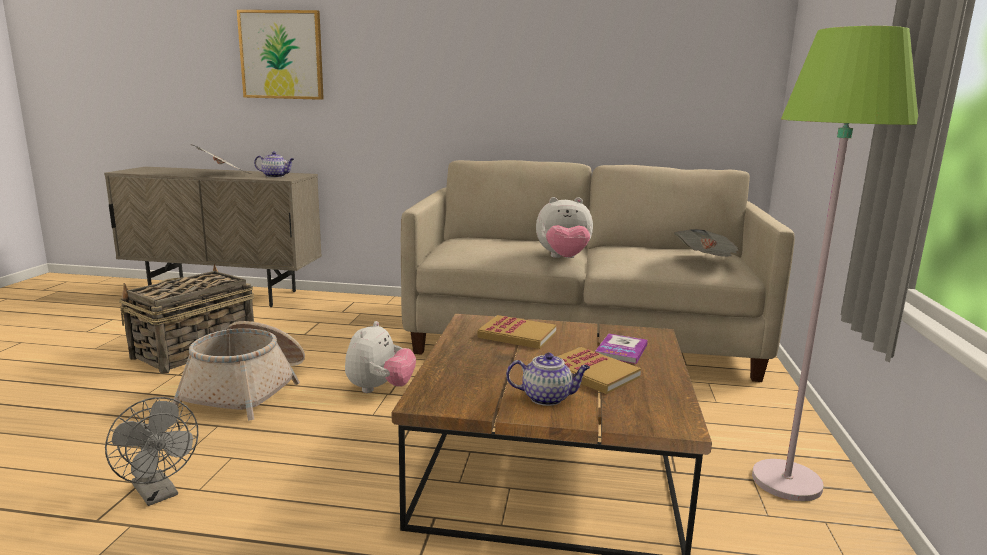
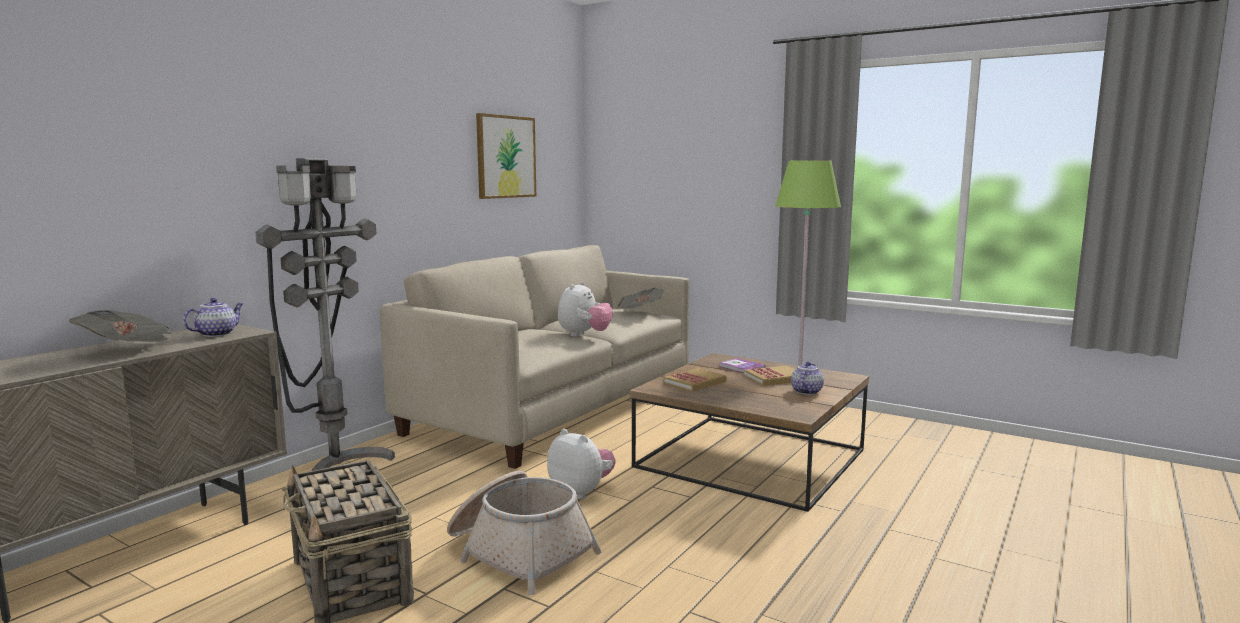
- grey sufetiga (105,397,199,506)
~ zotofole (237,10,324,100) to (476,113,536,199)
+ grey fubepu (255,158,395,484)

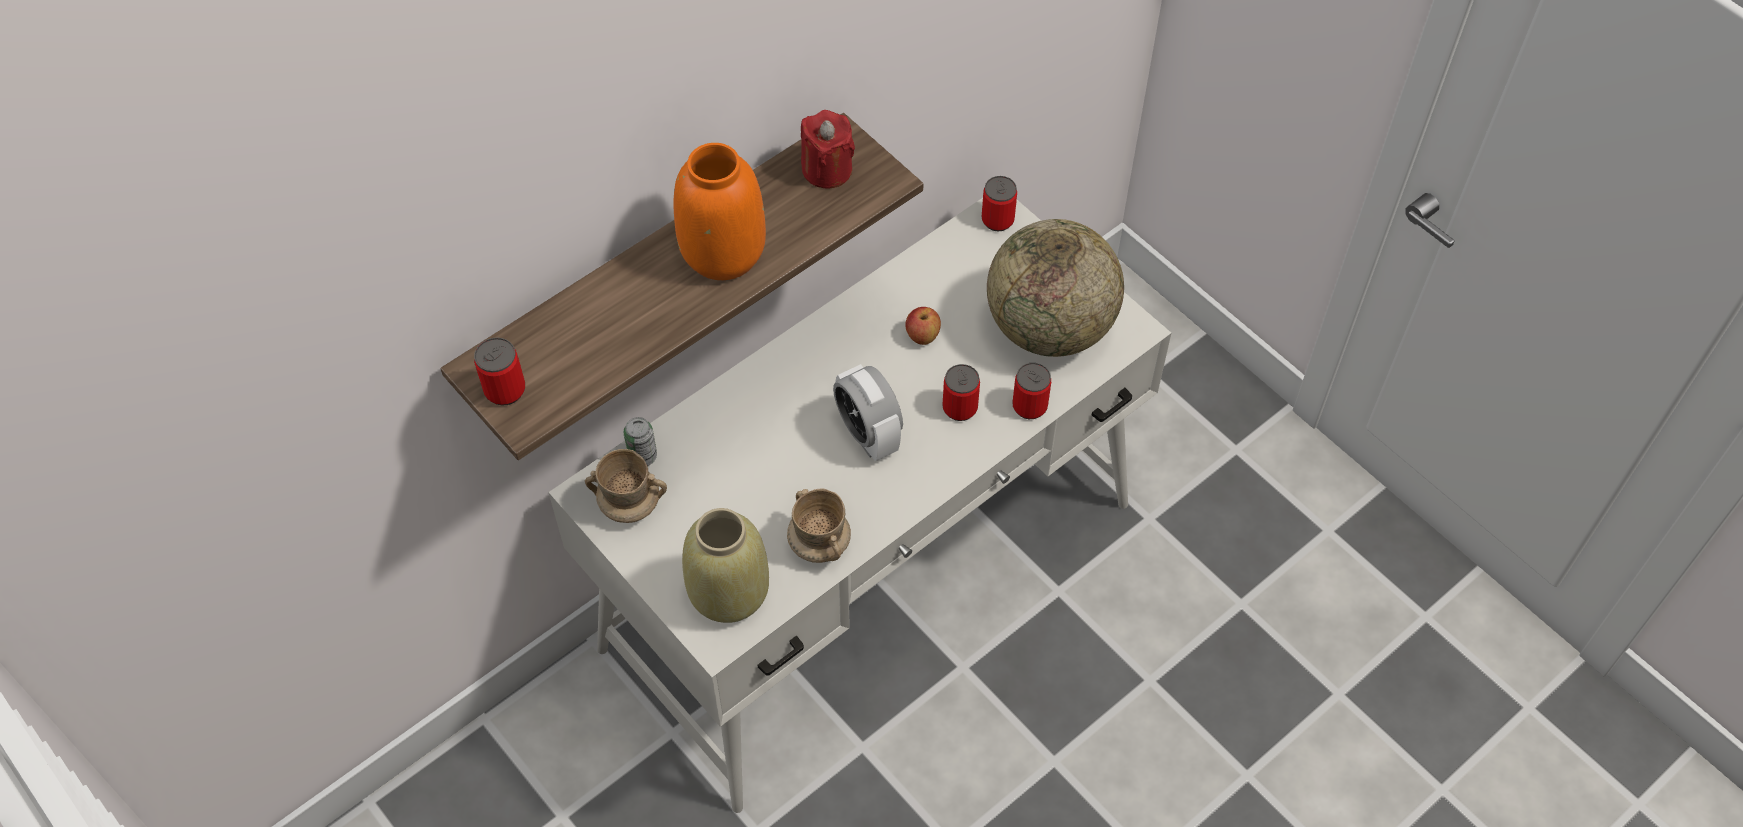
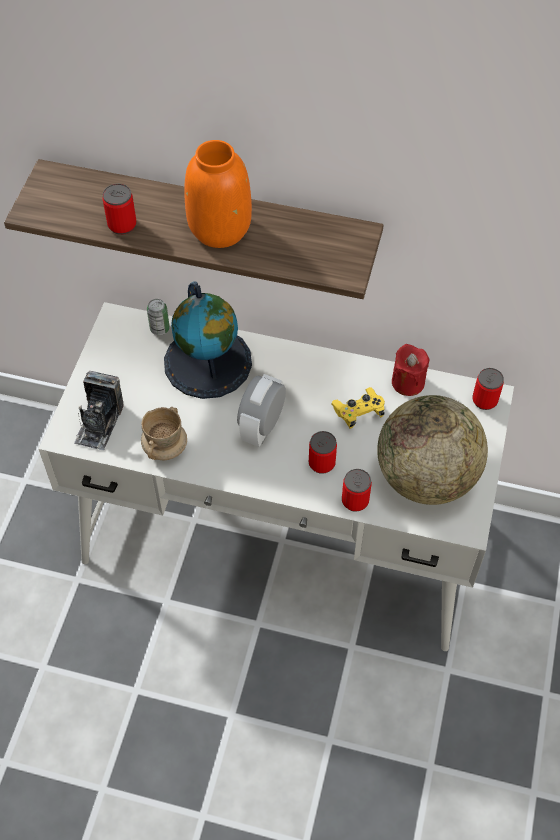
~ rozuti (474,338,525,405) to (102,184,137,235)
- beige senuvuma (585,449,667,523)
~ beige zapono (682,508,769,623) to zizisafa (74,371,124,450)
~ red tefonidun (801,110,855,188) to (392,344,429,396)
~ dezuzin (905,307,941,345) to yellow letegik (331,387,385,429)
+ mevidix (164,281,252,399)

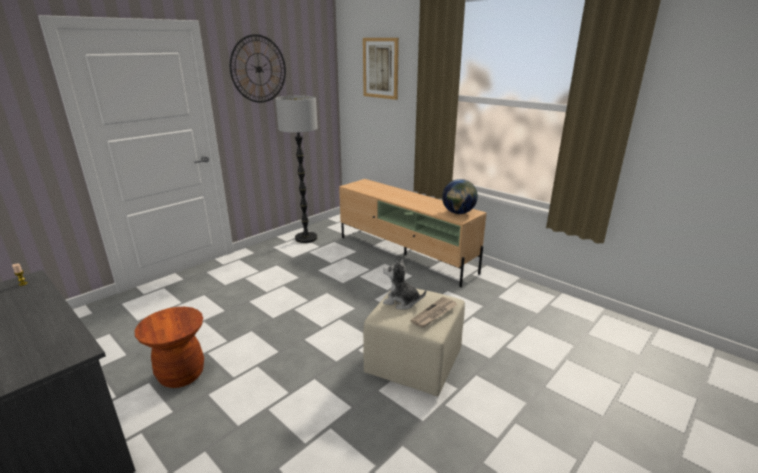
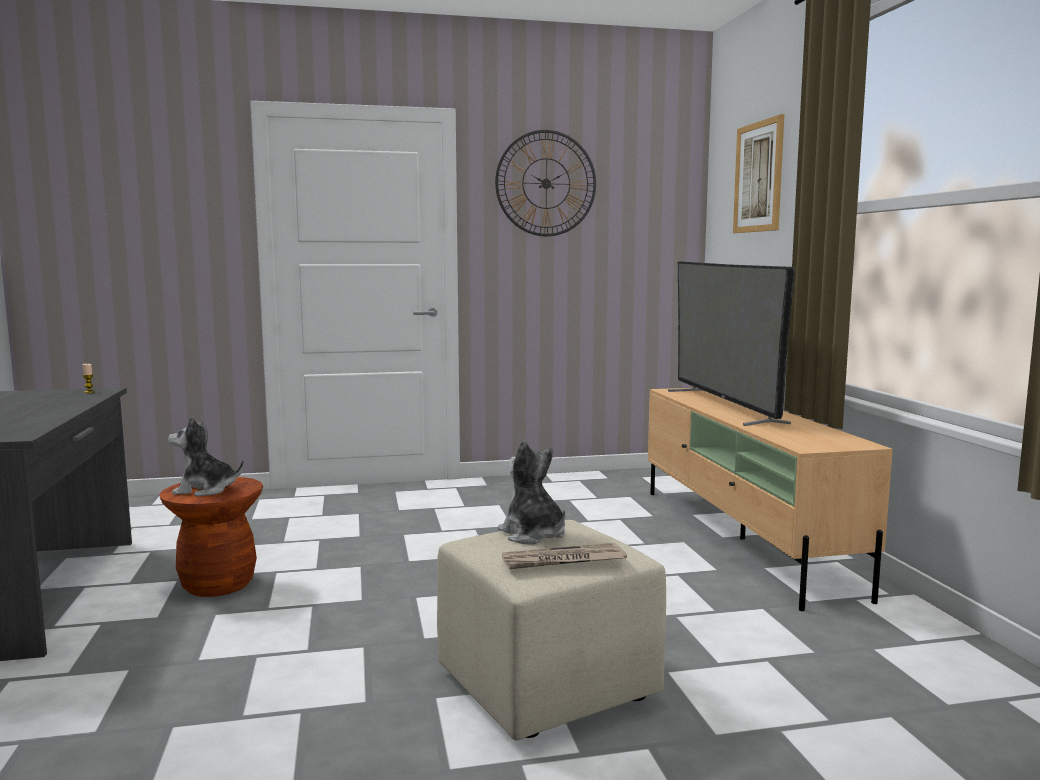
- fubepu (275,96,318,243)
- mevidix (442,179,478,214)
+ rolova (168,416,244,497)
+ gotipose (668,262,795,426)

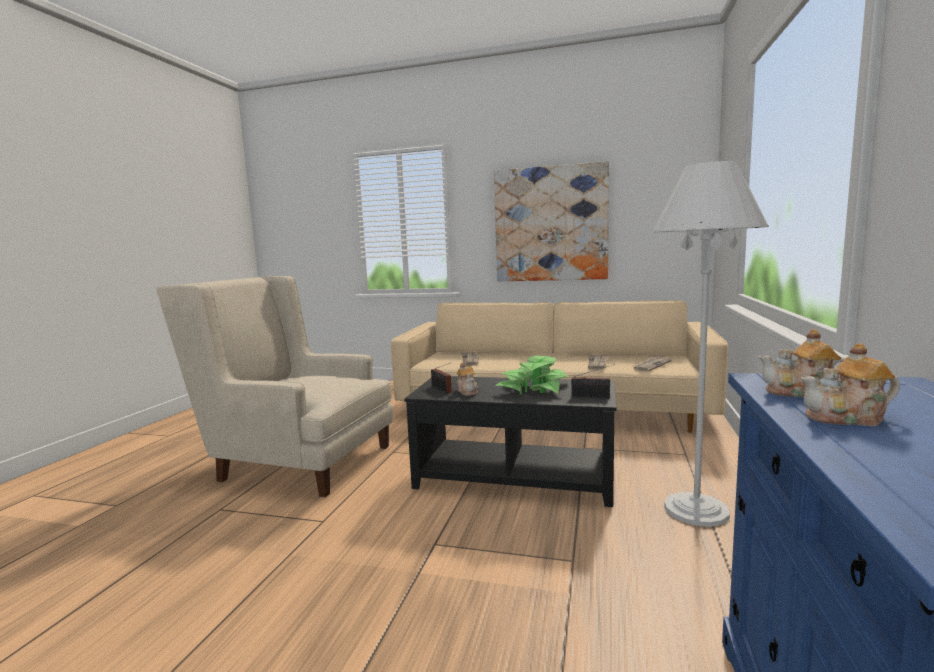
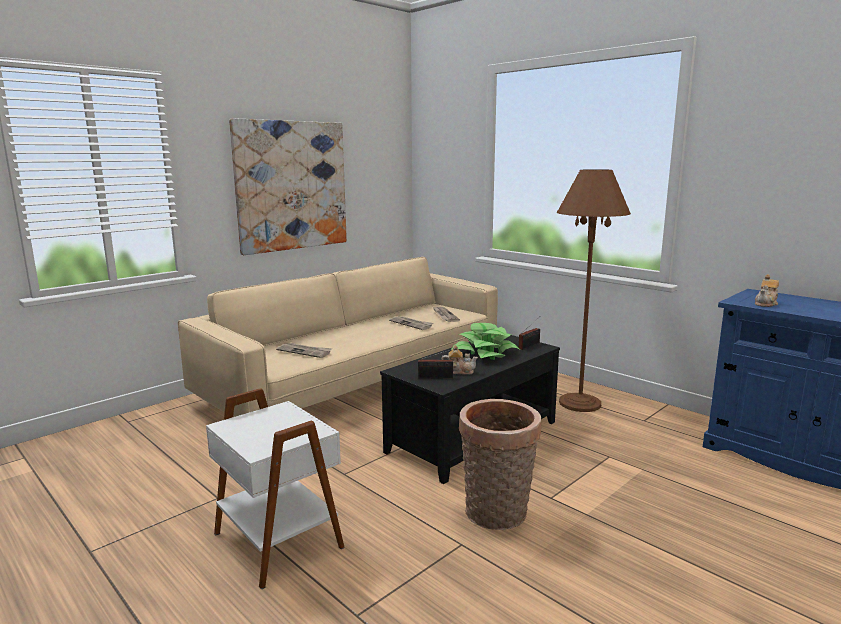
~ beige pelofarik (157,276,393,497) to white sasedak (206,388,345,589)
~ white fubepu (652,161,769,527) to brown fubepu (557,169,631,412)
- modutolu (801,343,900,426)
+ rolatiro (459,399,541,530)

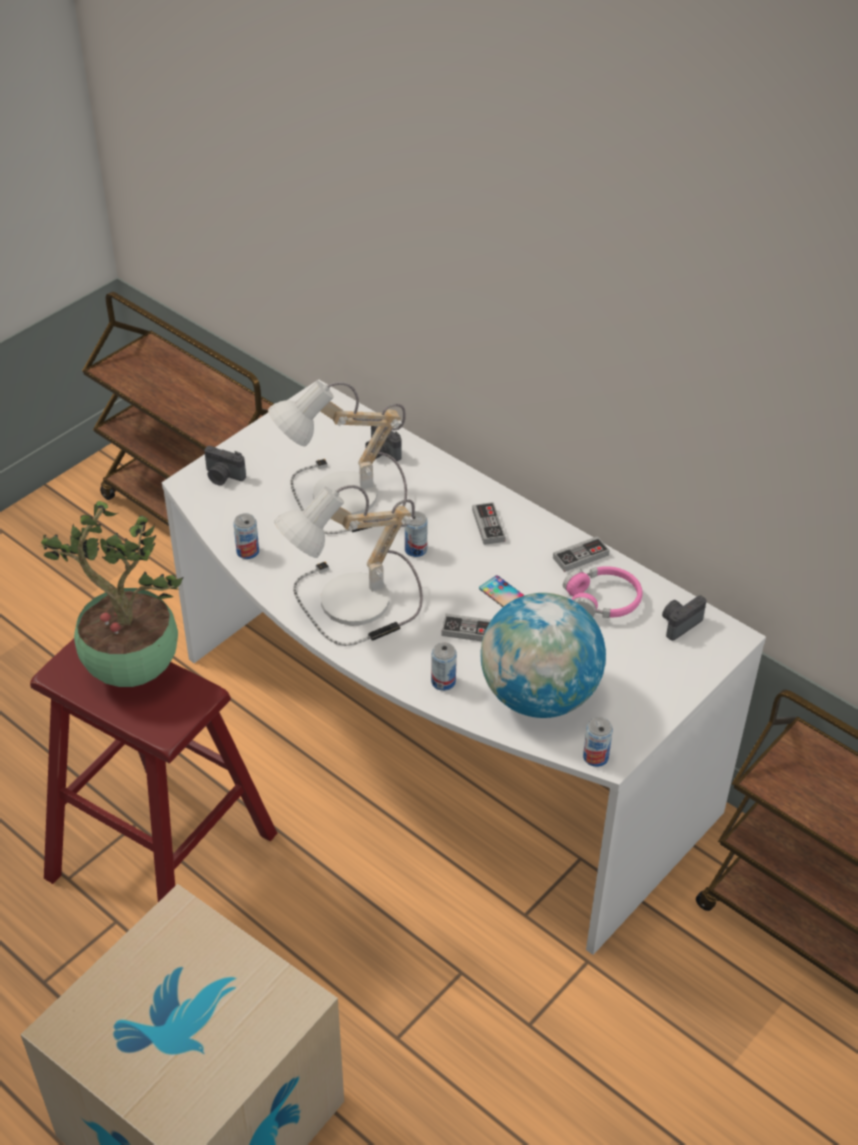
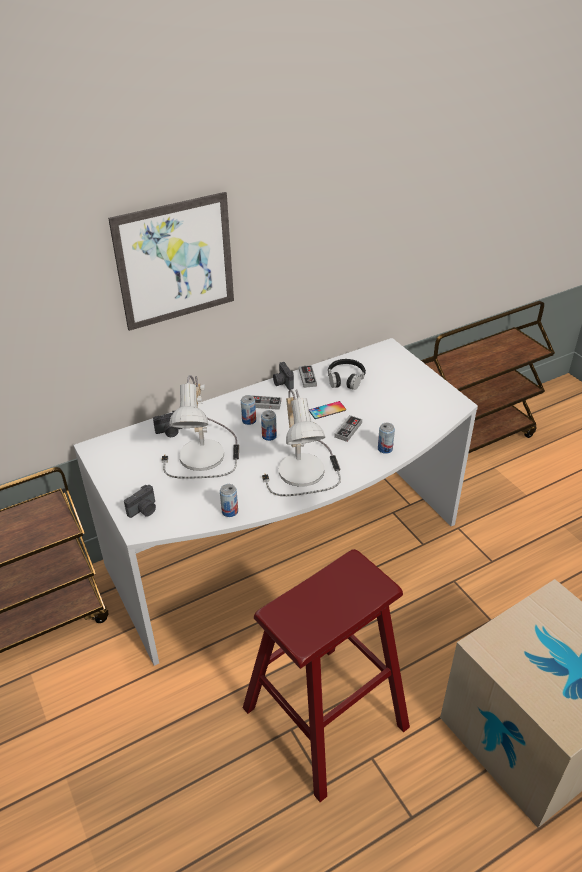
- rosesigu (41,501,184,687)
- mevidix (480,593,606,718)
~ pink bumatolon (563,566,643,618) to black bumatolon (328,359,366,390)
~ rozuti (583,717,613,767) to (241,395,256,425)
~ zizisafa (662,595,707,641) to (273,362,294,390)
+ zotofole (108,192,234,331)

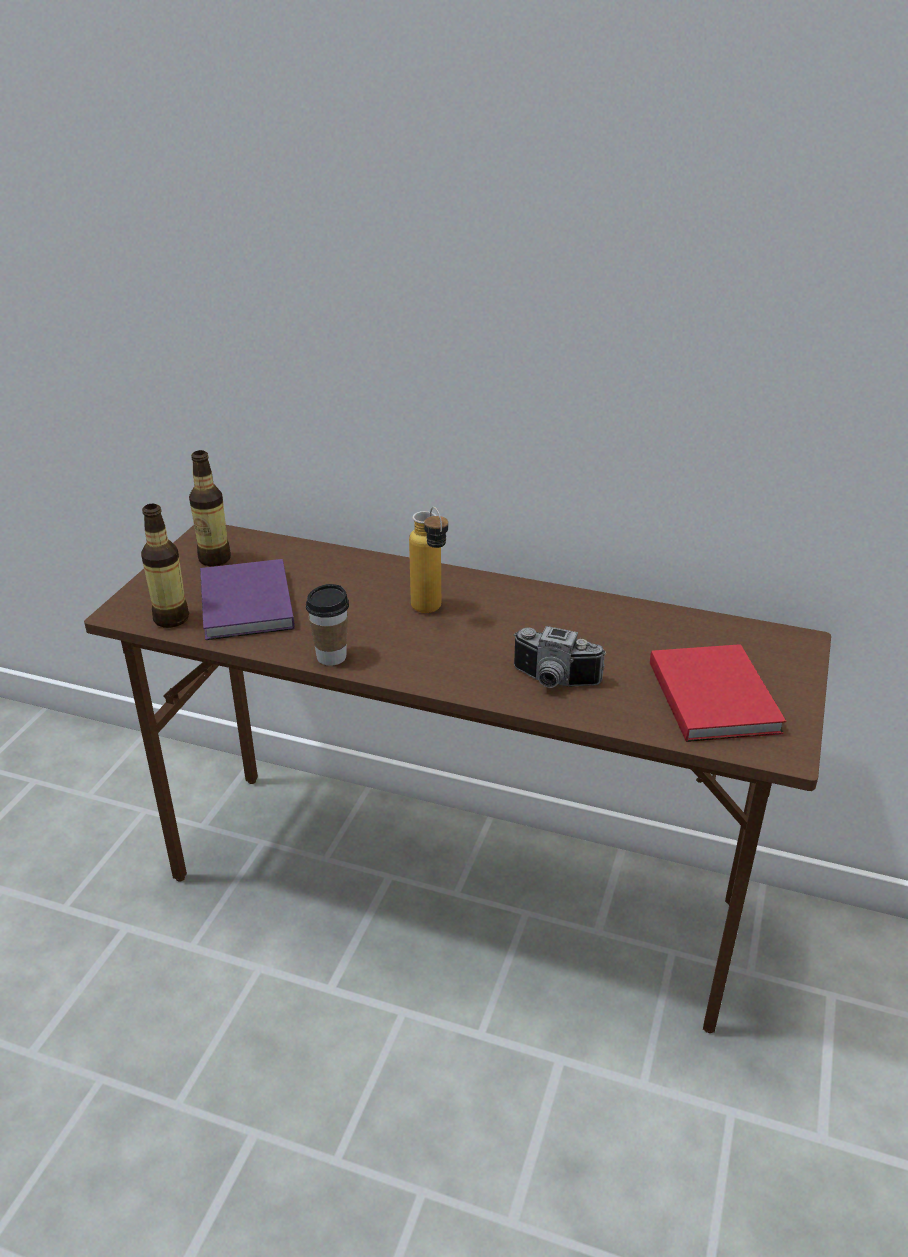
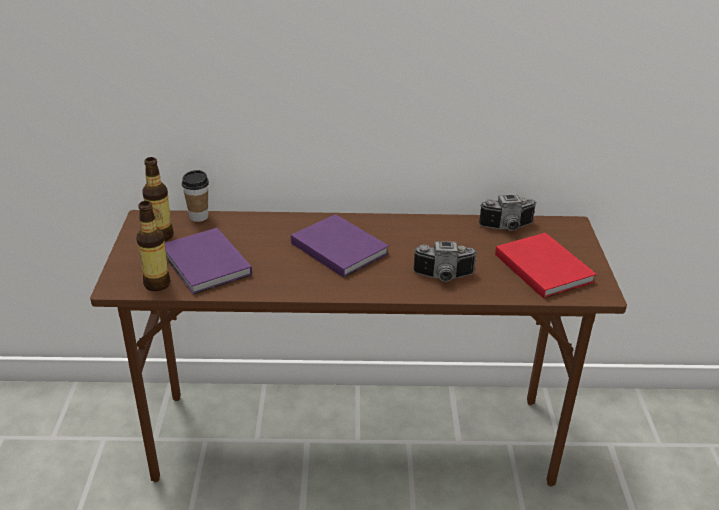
~ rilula (306,584,349,666) to (182,170,209,222)
~ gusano (409,507,448,613) to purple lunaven (291,214,389,278)
+ zizisafa (479,195,536,231)

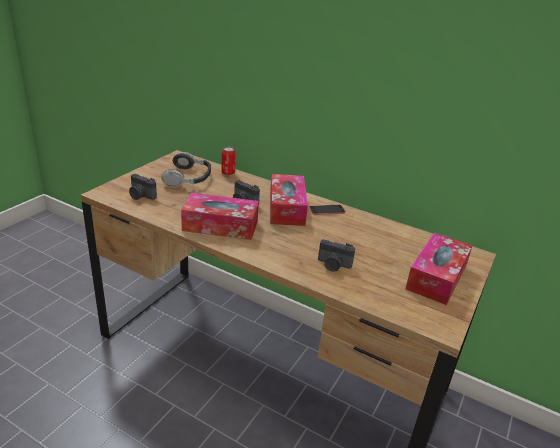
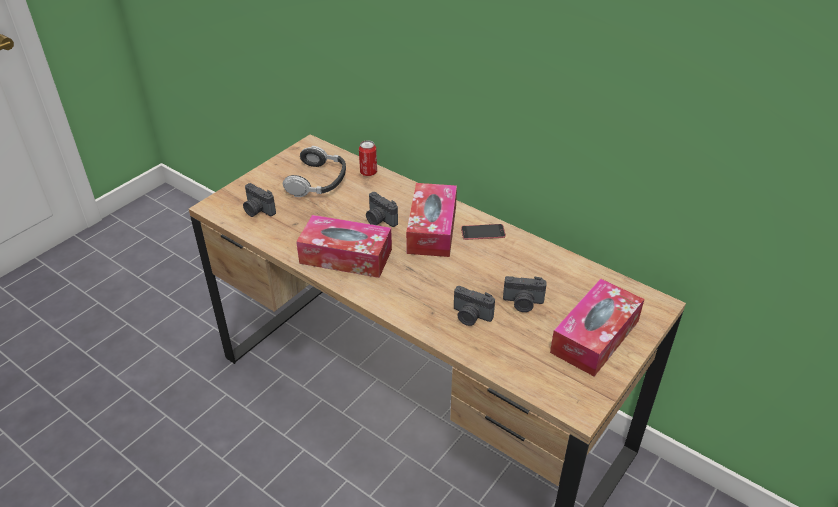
+ zizisafa (503,276,547,312)

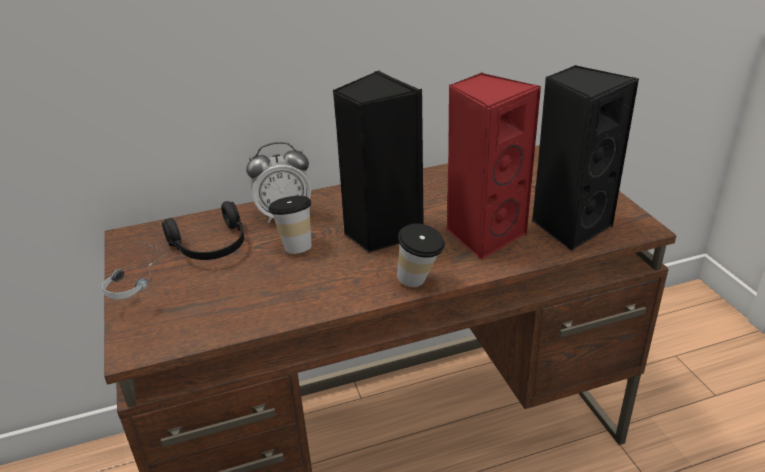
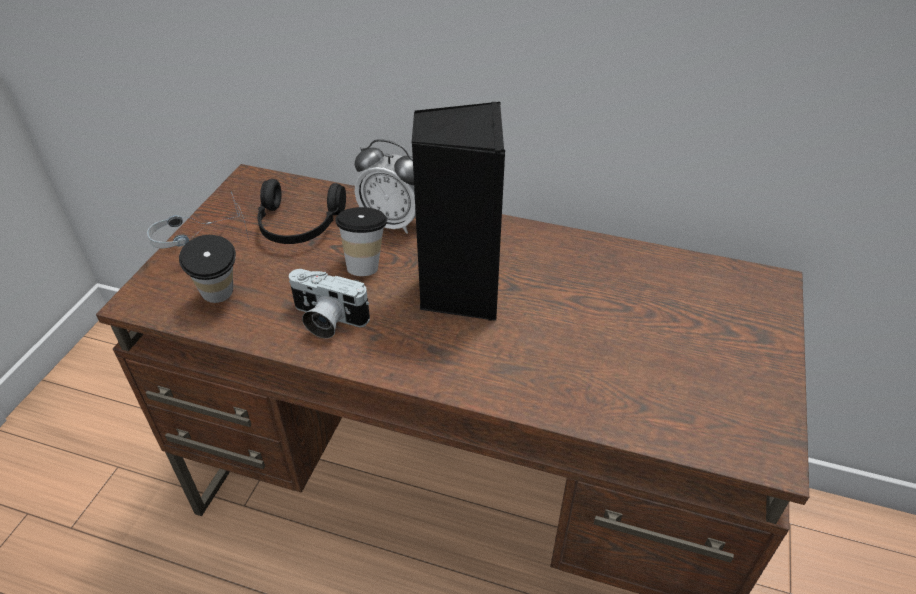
~ rilula (397,224,445,287) to (179,235,236,303)
- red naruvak (447,72,541,260)
- black naruvak (532,65,639,251)
+ zizisafa (289,269,370,339)

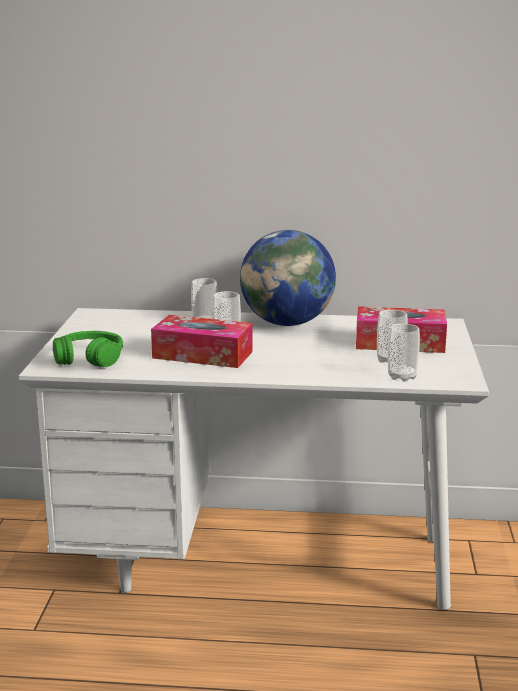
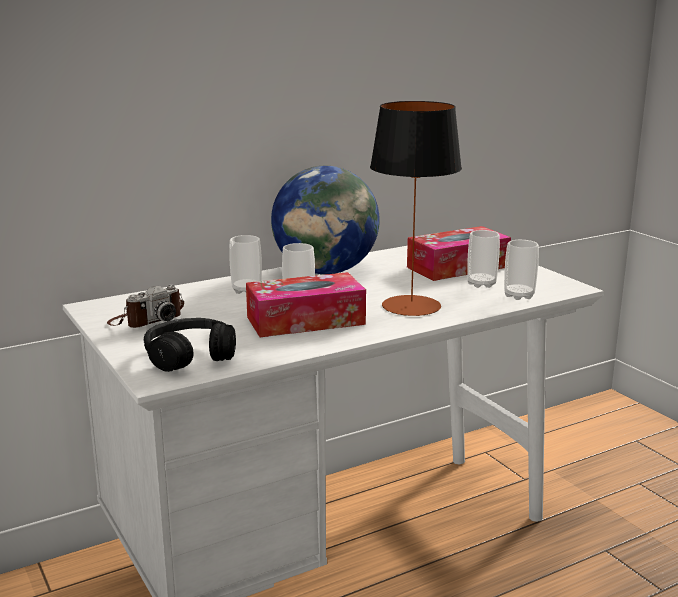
~ green bumatolon (53,331,123,367) to black bumatolon (144,318,236,372)
+ zizisafa (107,285,184,328)
+ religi (370,101,462,316)

